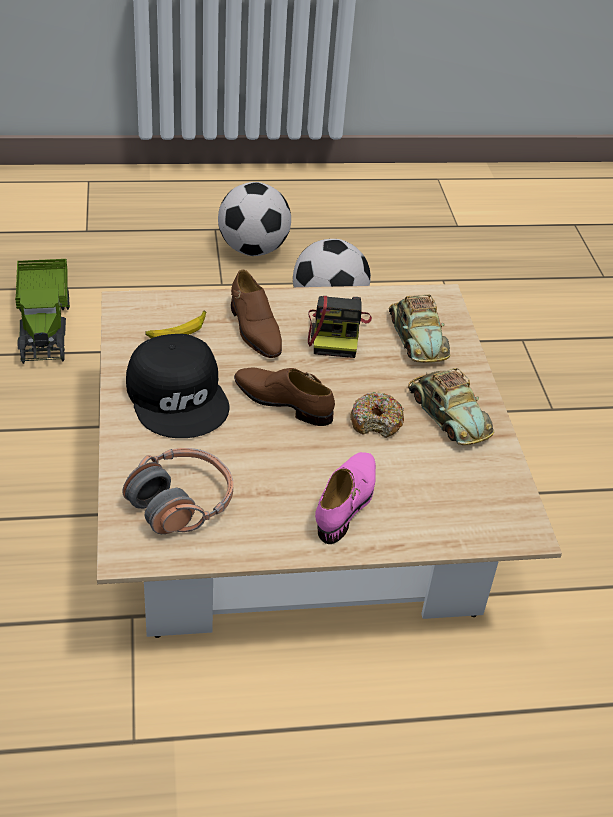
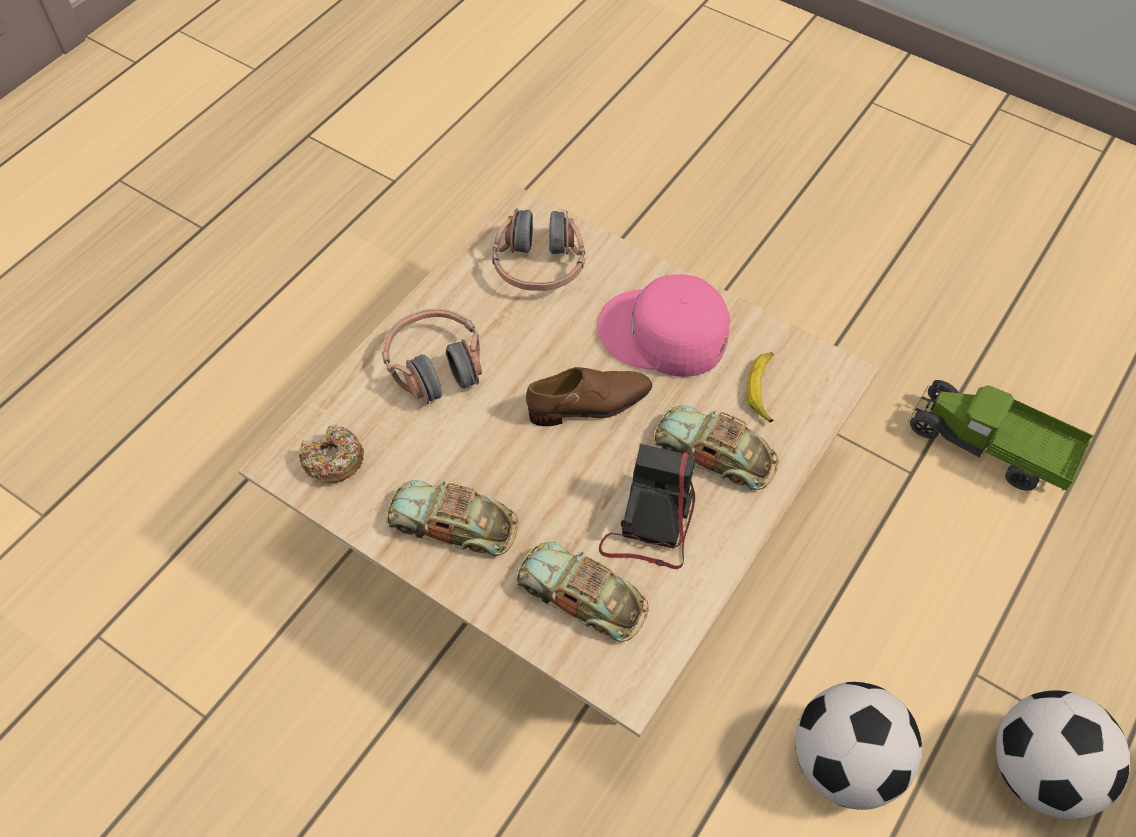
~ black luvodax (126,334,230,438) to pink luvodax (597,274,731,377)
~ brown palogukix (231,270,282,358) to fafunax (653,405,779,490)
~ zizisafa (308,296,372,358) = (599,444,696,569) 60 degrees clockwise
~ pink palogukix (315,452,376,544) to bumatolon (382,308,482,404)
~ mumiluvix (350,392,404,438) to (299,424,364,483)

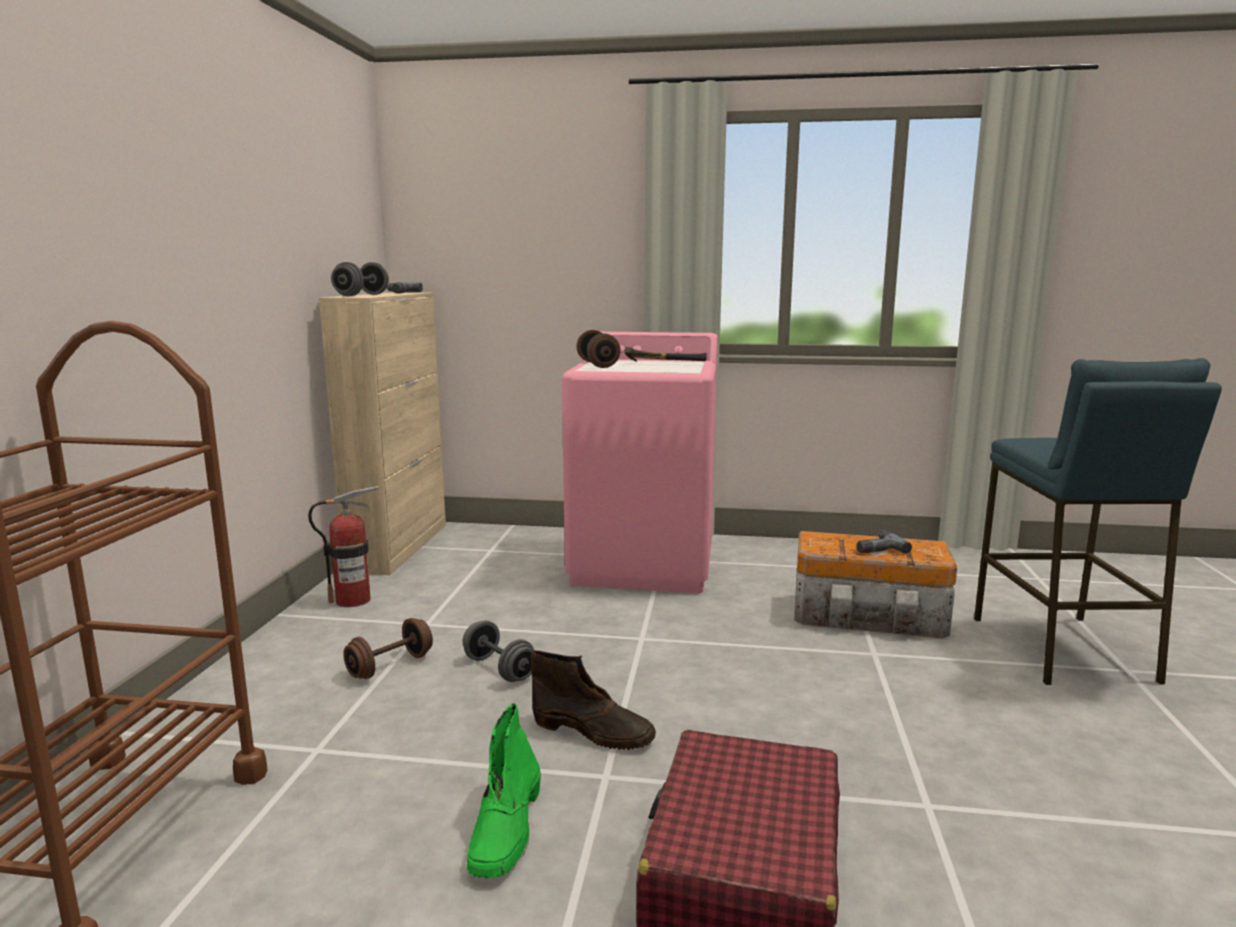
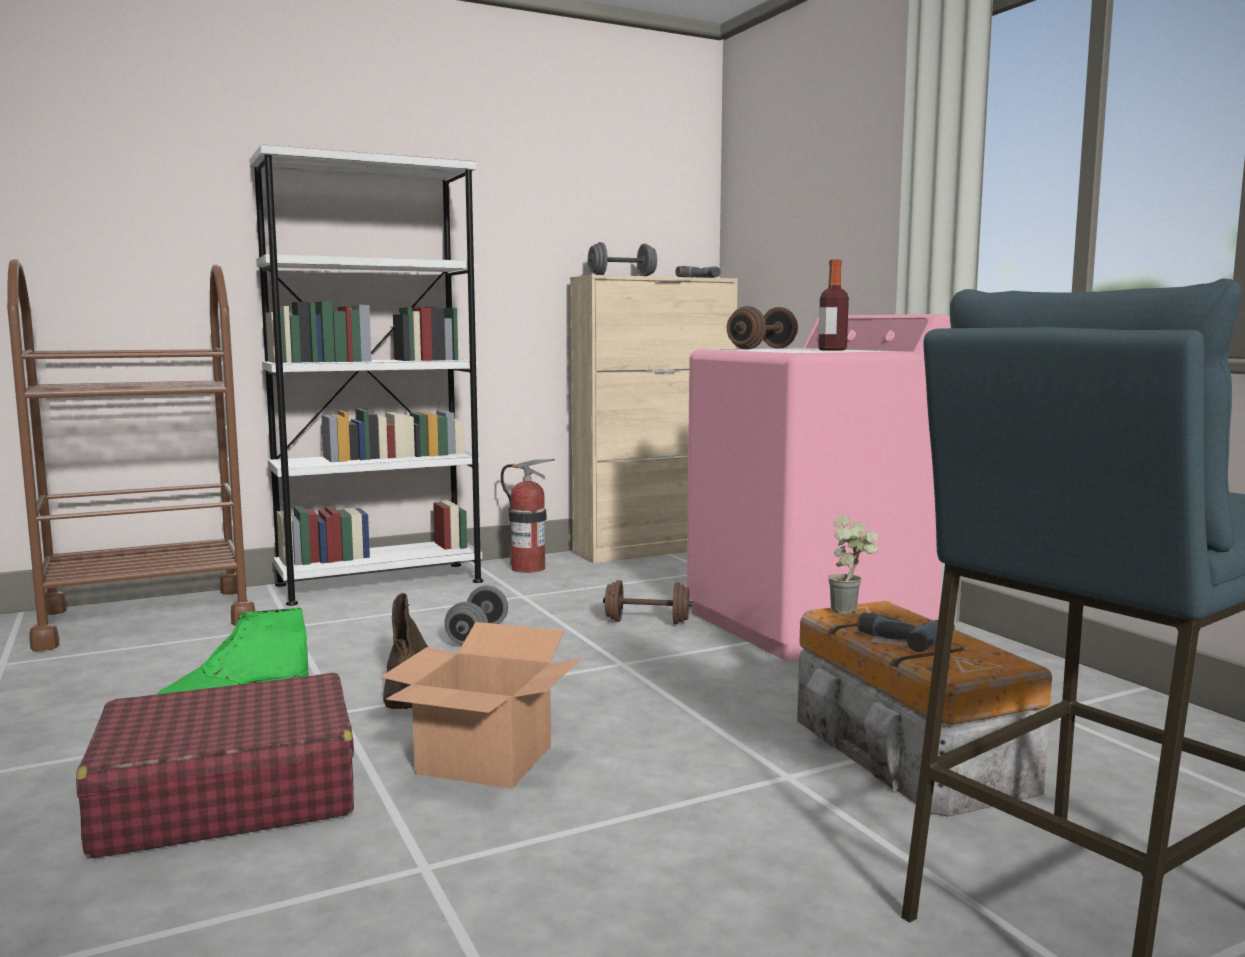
~ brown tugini (343,618,433,679) to (603,580,692,624)
~ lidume (625,347,707,362) to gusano (818,259,849,351)
+ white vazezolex (250,144,483,606)
+ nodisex (380,622,581,789)
+ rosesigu (828,515,878,615)

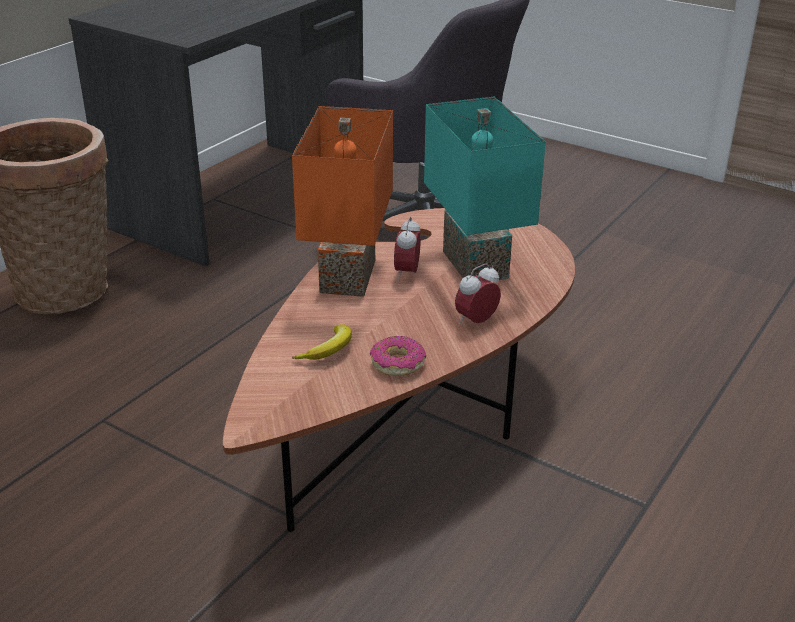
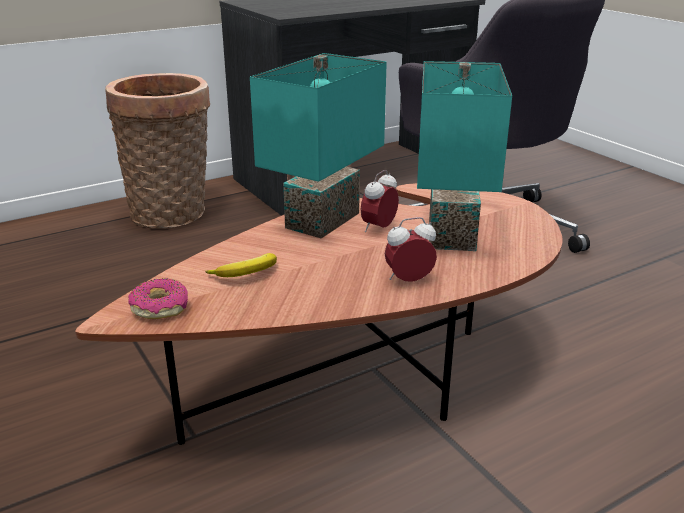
~ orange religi (292,106,393,297) to turquoise religi (250,53,387,239)
~ mumiluvix (370,336,426,376) to (128,278,188,319)

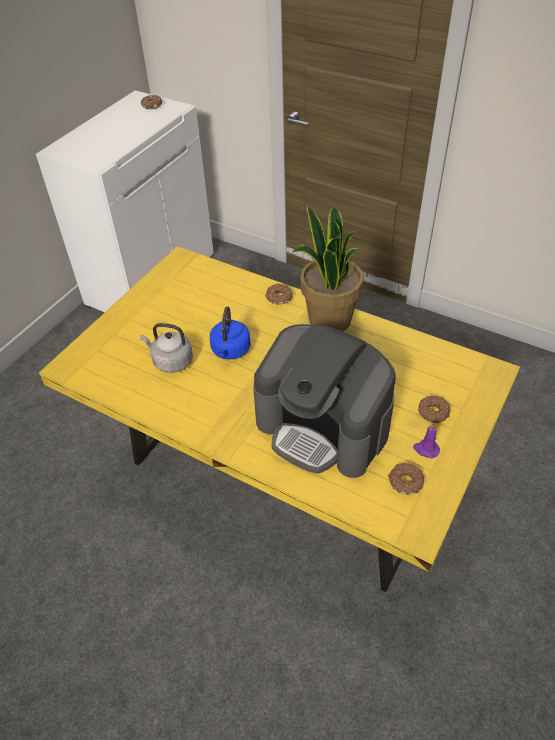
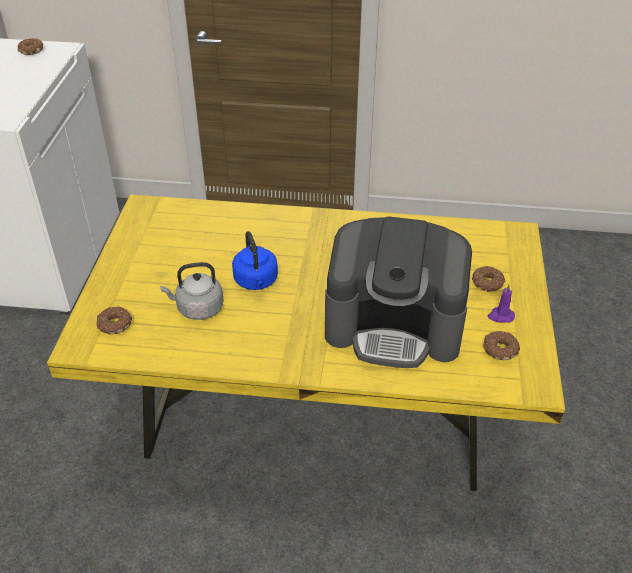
~ mumiluvix (265,284,293,305) to (97,306,132,335)
- rosesigu (292,204,364,332)

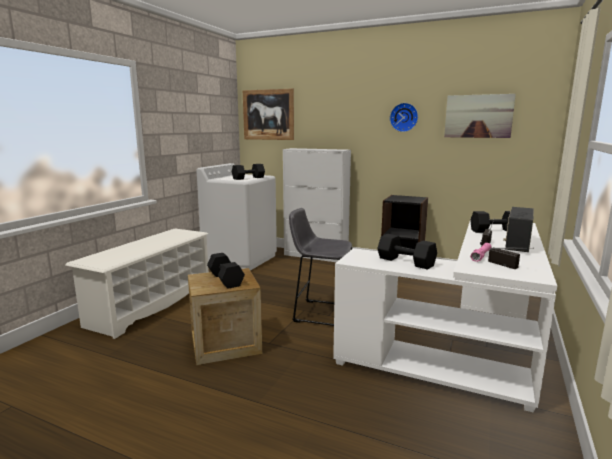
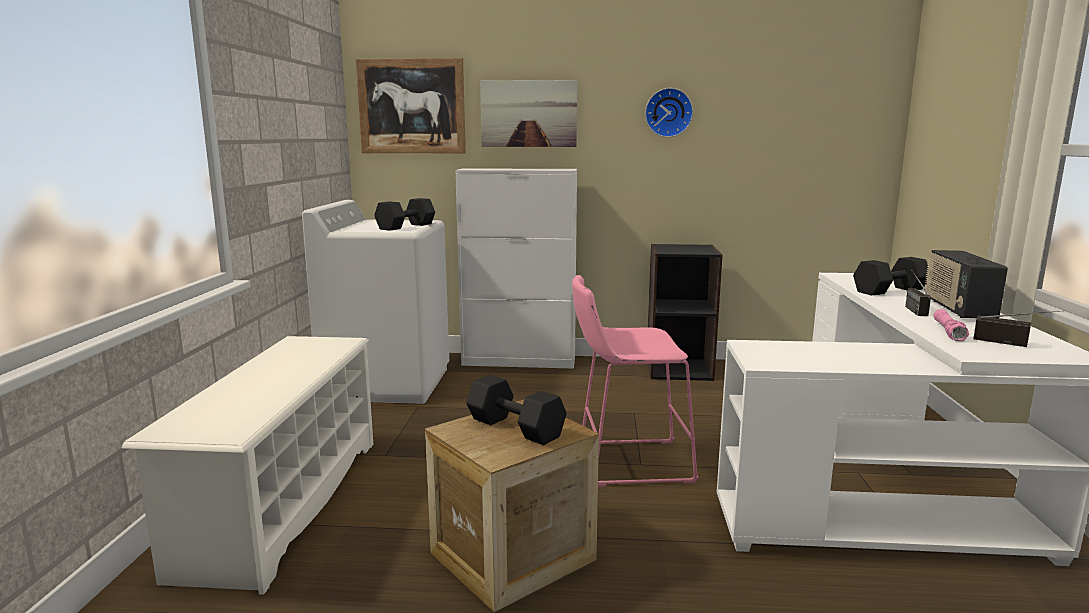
~ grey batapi (289,208,352,326) to pink batapi (572,275,699,487)
- black tugini (377,234,437,270)
~ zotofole (444,94,516,138) to (480,80,577,147)

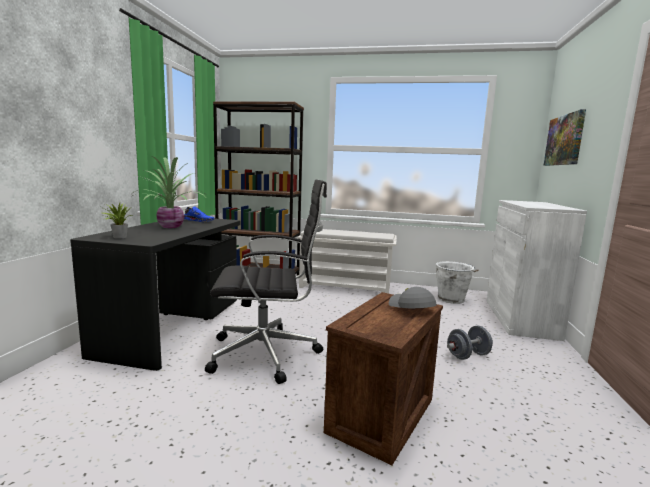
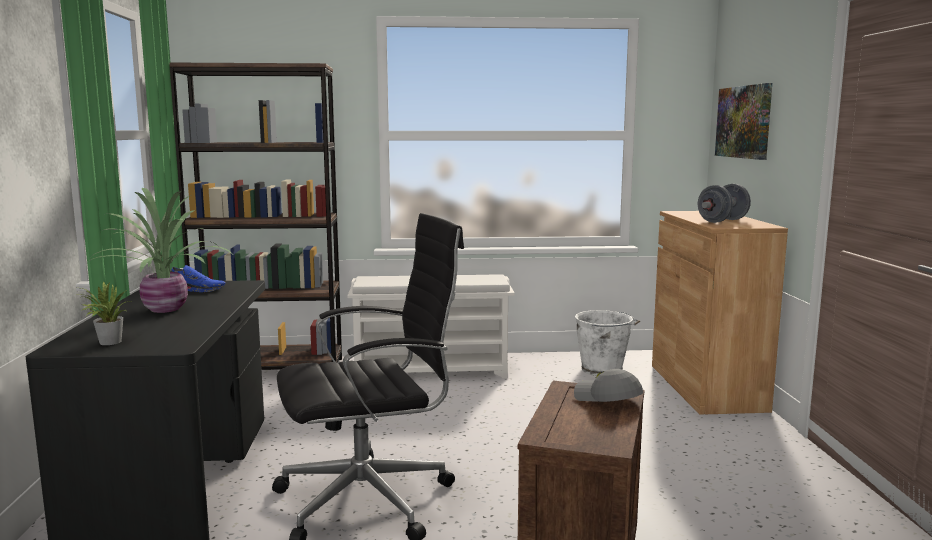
~ grey tugini (447,326,493,360) to (698,184,751,223)
~ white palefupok (486,200,587,341) to brown palefupok (652,211,788,415)

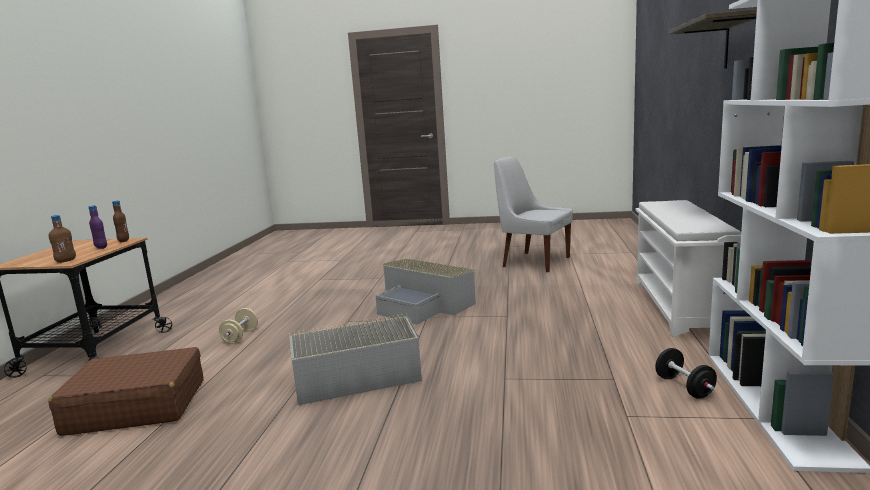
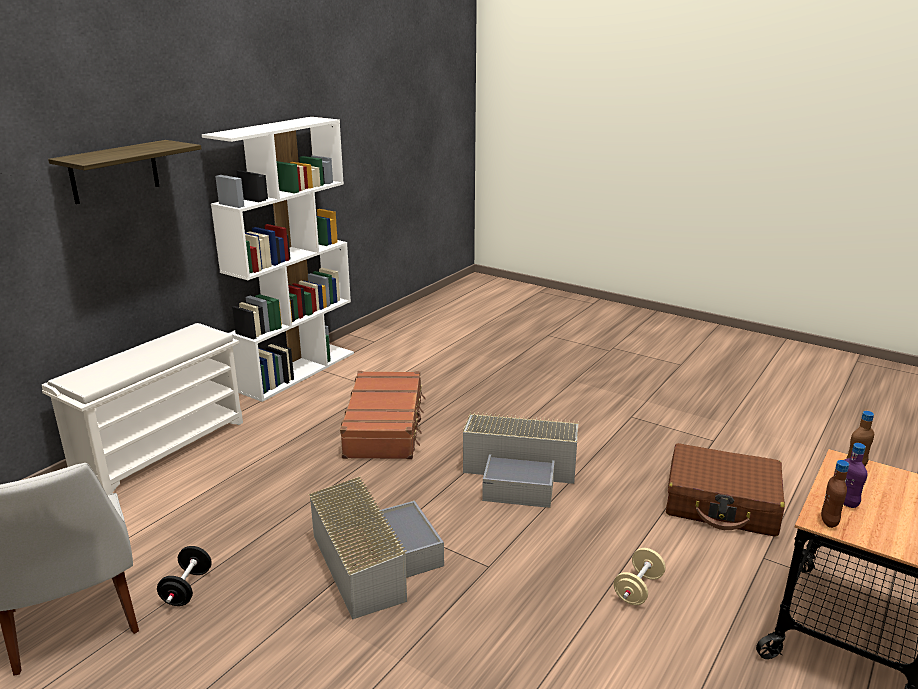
~ black tugini (655,348,717,399) to (157,546,212,606)
+ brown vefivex (340,371,425,459)

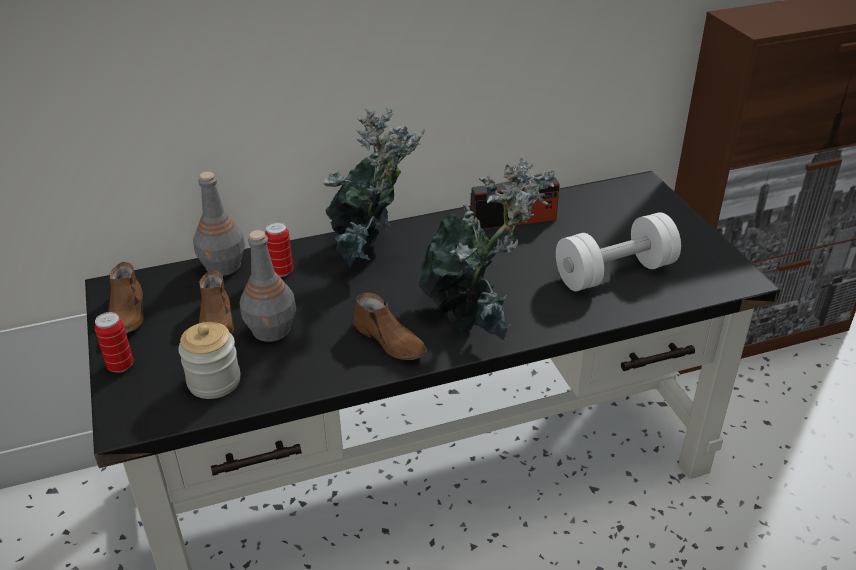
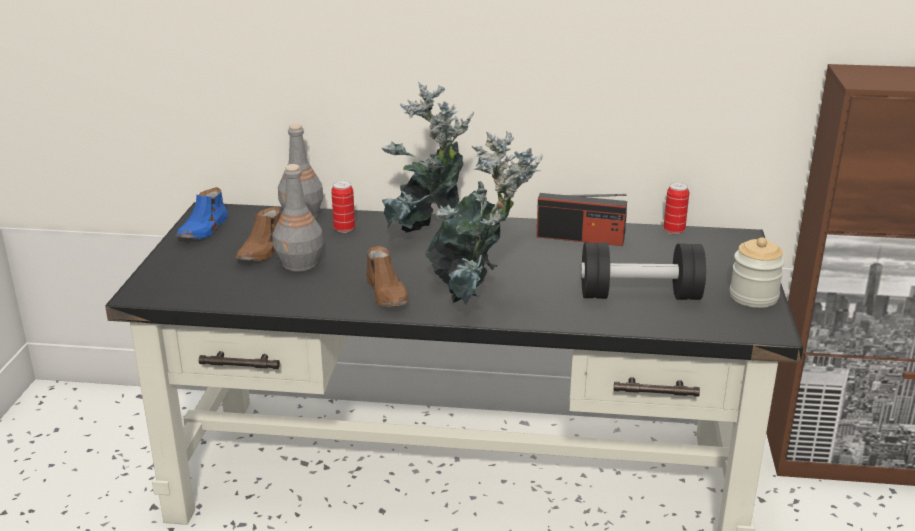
~ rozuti (95,312,133,373) to (664,182,689,234)
~ brown palogukix (108,262,144,334) to blue palogukix (176,187,228,239)
~ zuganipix (178,322,241,399) to (730,237,785,308)
~ white tugini (556,212,681,291) to black tugini (580,243,706,300)

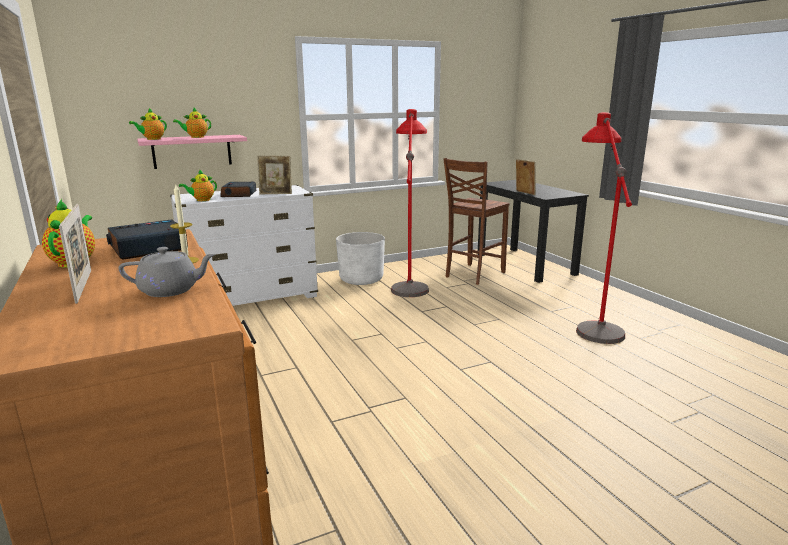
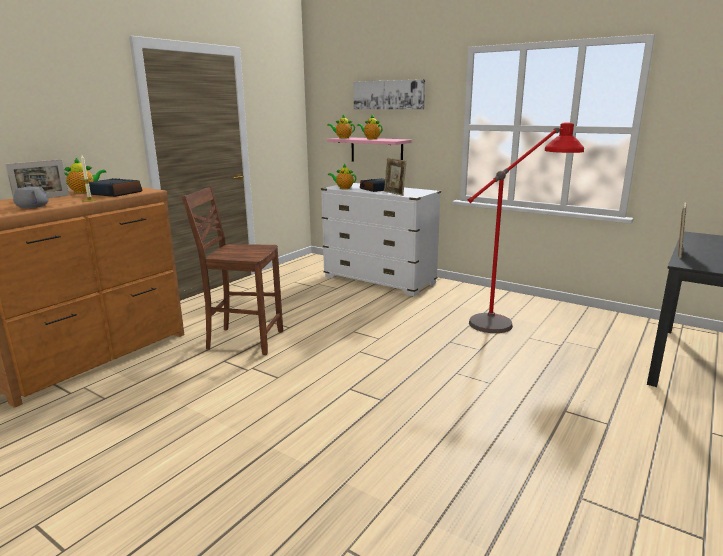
- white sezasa (336,232,385,285)
~ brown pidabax (444,158,510,285) to (182,186,283,355)
- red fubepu (576,112,632,344)
+ zotofole (354,79,425,109)

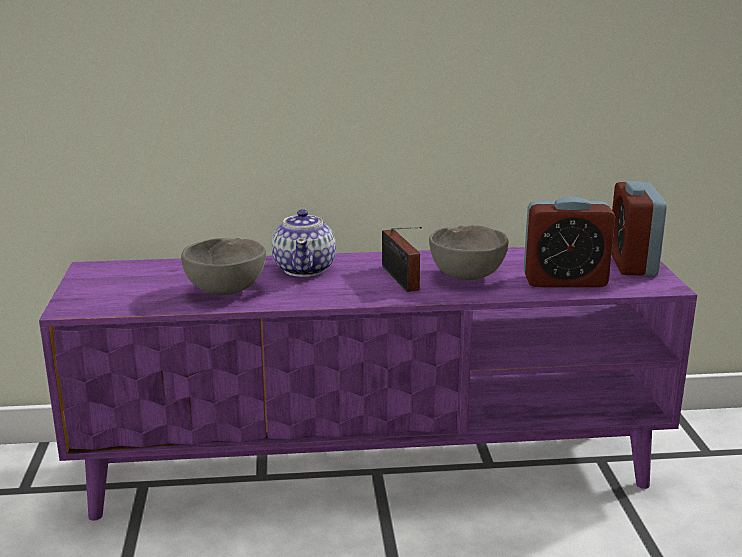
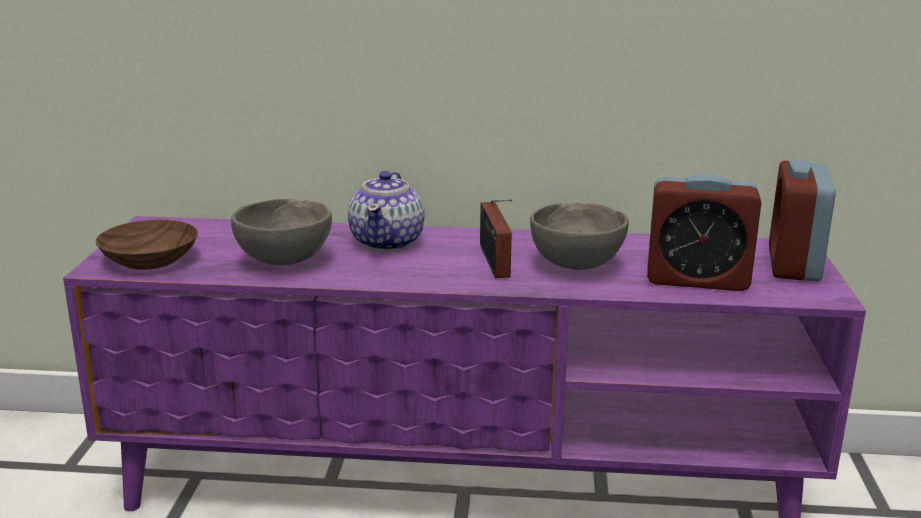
+ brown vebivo (96,220,198,270)

